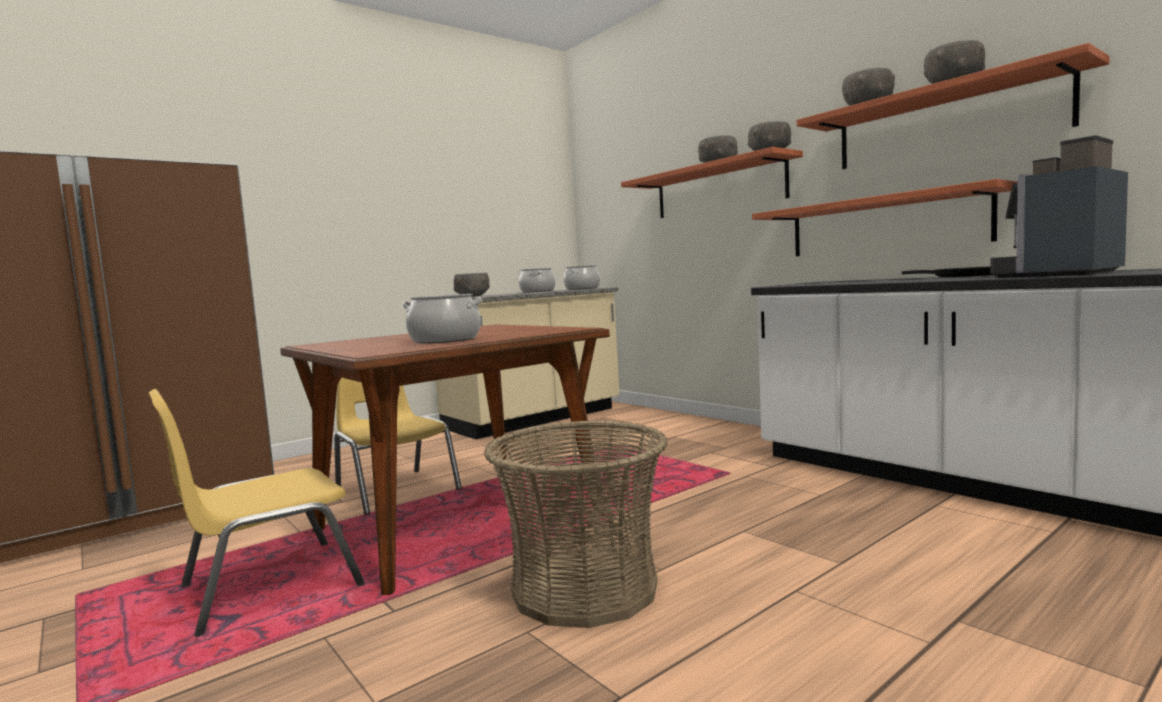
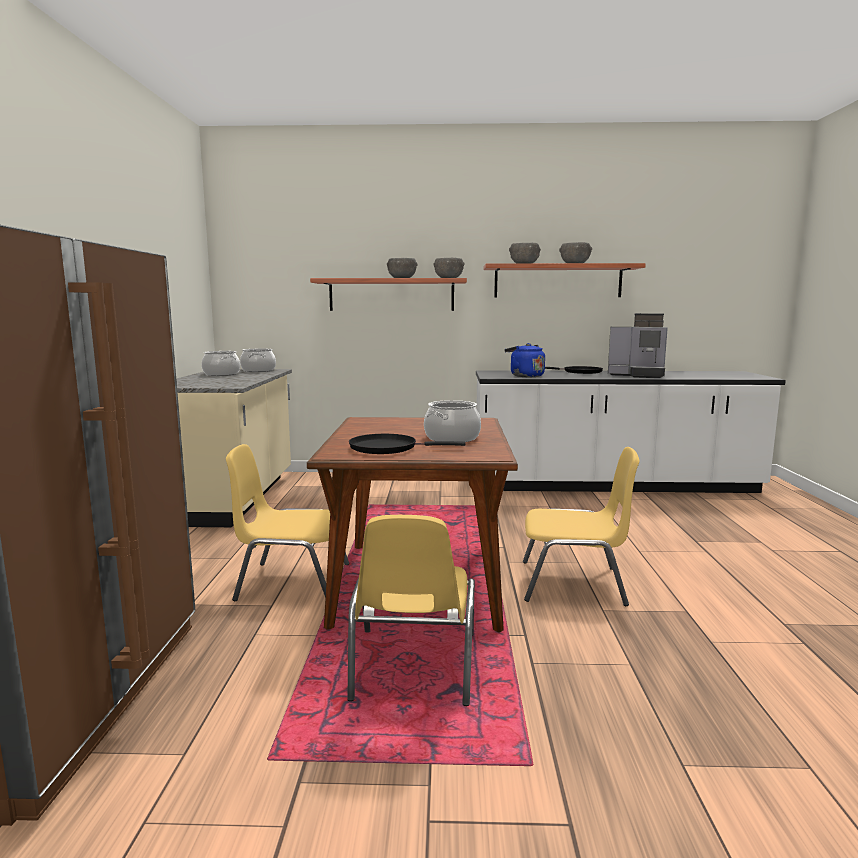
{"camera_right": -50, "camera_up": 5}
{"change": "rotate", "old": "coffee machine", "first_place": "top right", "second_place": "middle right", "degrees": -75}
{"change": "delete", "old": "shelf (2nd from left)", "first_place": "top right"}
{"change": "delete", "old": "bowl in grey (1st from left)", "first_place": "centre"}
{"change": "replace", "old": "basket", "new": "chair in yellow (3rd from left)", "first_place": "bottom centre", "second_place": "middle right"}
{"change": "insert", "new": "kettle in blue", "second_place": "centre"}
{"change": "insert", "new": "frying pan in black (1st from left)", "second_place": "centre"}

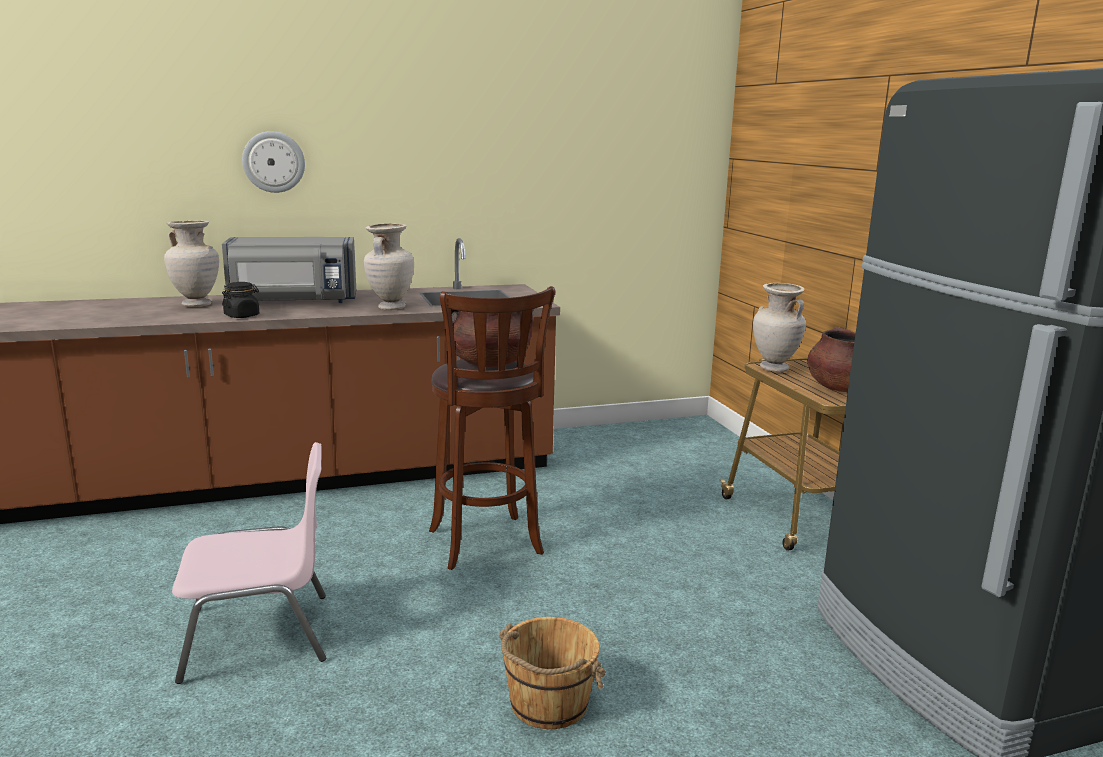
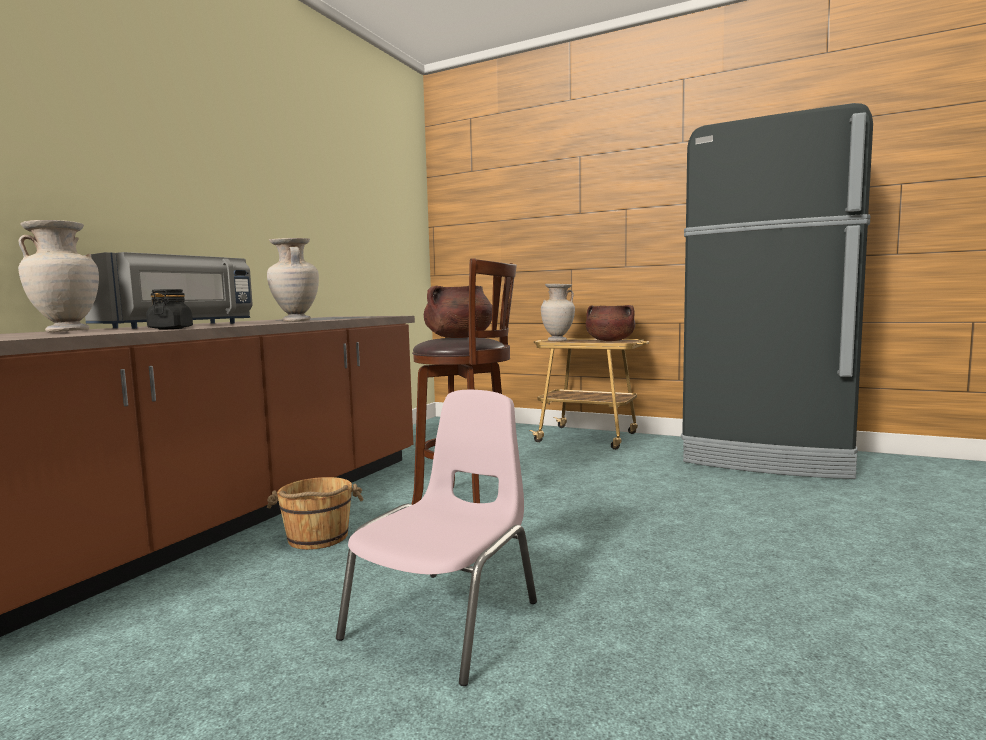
{"camera_right": -45, "camera_up": -10}
{"change": "delete", "old": "wall clock", "first_place": "top left"}
{"change": "move", "old": "bucket in brown", "first_place": "bottom centre", "second_place": "bottom left"}

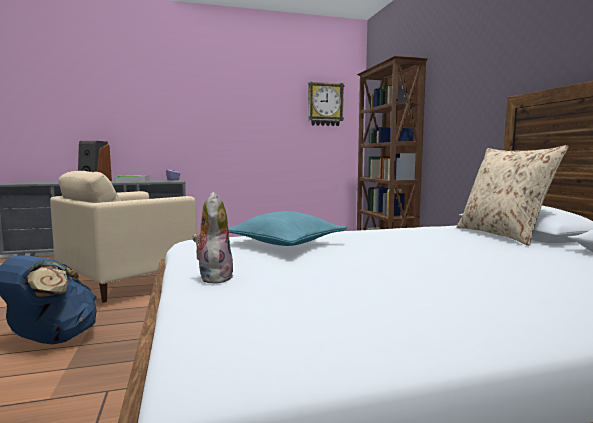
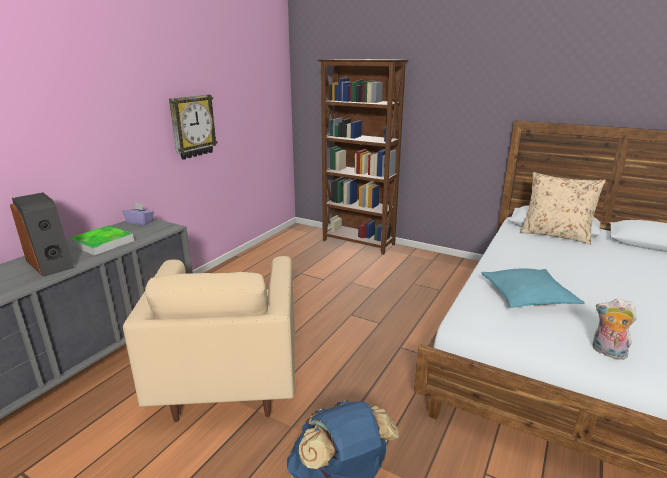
{"camera_right": -45, "camera_up": 15}
{"change": "move", "old": "wall clock", "first_place": "top centre", "second_place": "top left"}

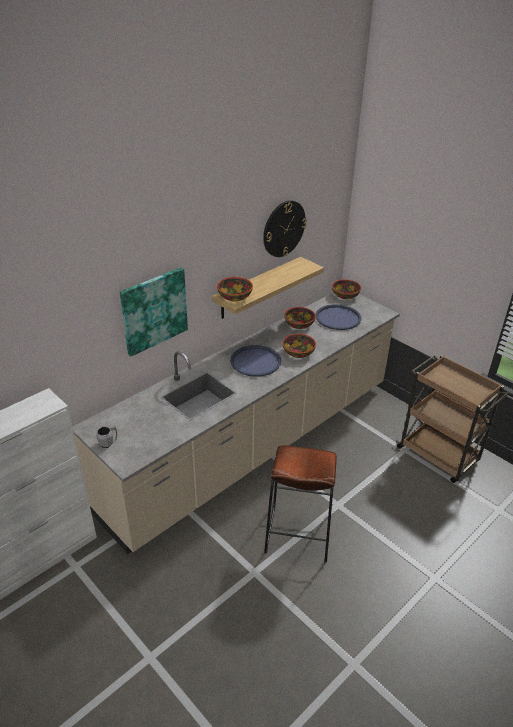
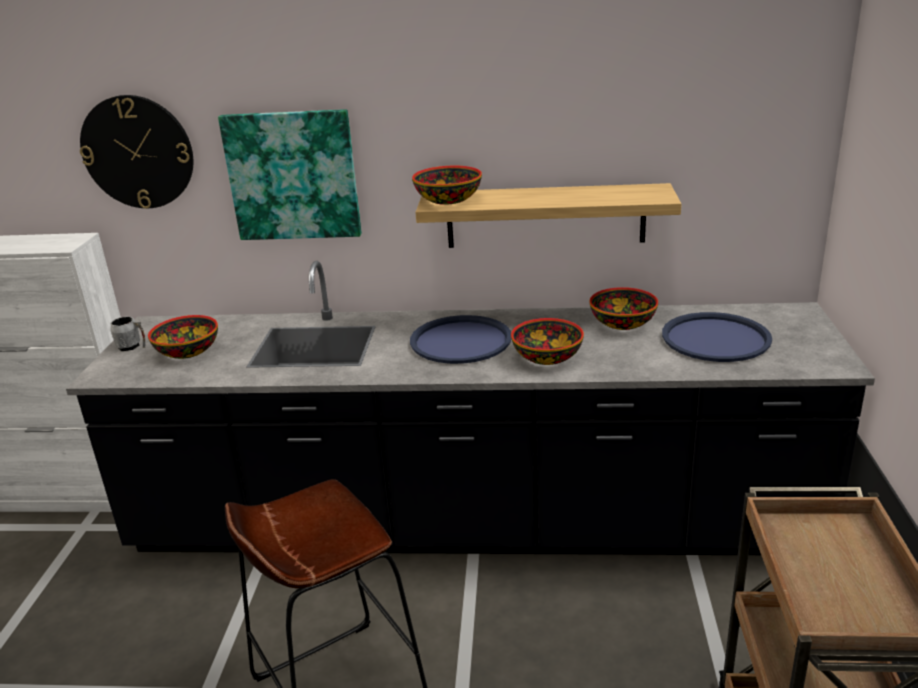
{"camera_right": 50, "camera_up": -10}
{"change": "move", "old": "wall clock", "first_place": "top centre", "second_place": "top left"}
{"change": "move", "old": "bowl (4th from left in the first image)", "new": "bowl (1st from left)", "first_place": "middle right", "second_place": "middle left"}
{"change": "recolor", "old": "counter in beige", "new": "counter in black", "first_place": "centre", "second_place": "centre"}

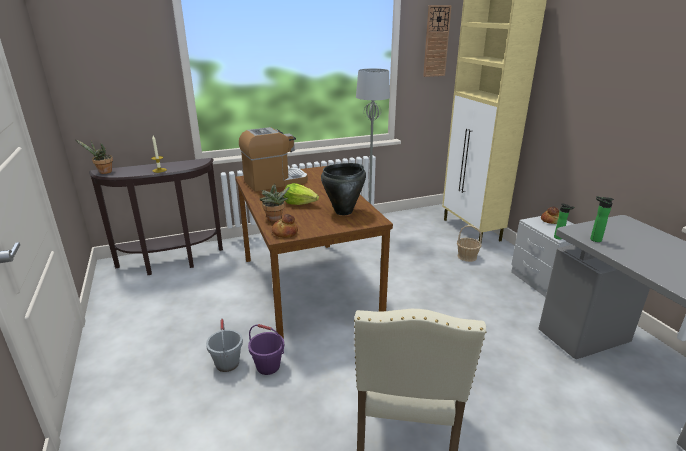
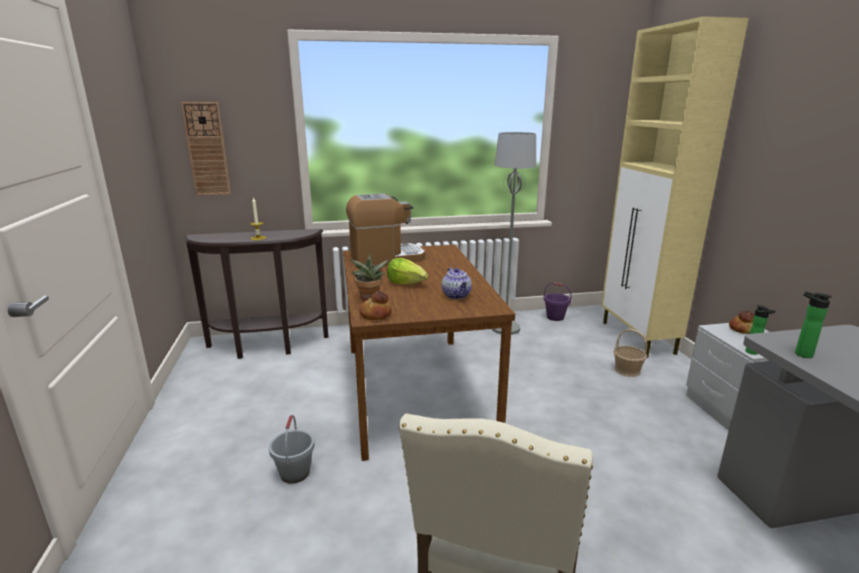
{"camera_right": 10, "camera_up": -5}
{"change": "move", "old": "wall clock", "first_place": "top centre", "second_place": "top left"}
{"change": "delete", "old": "potted plant (1st from left)", "first_place": "middle left"}
{"change": "replace", "old": "cooking pot in black", "new": "teapot", "first_place": "centre", "second_place": "centre"}
{"change": "move", "old": "bucket in purple", "first_place": "bottom centre", "second_place": "centre"}

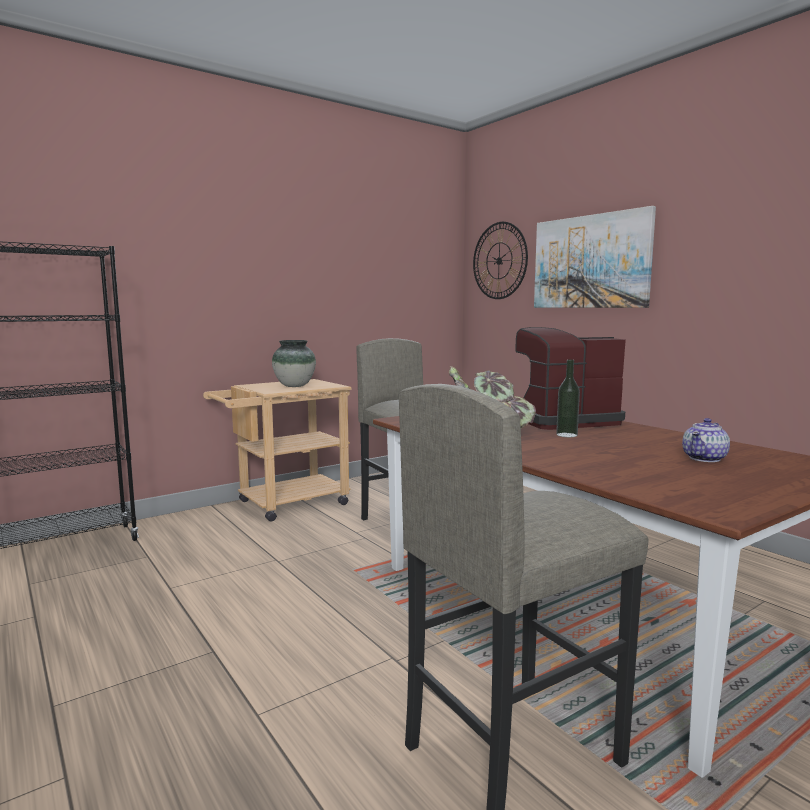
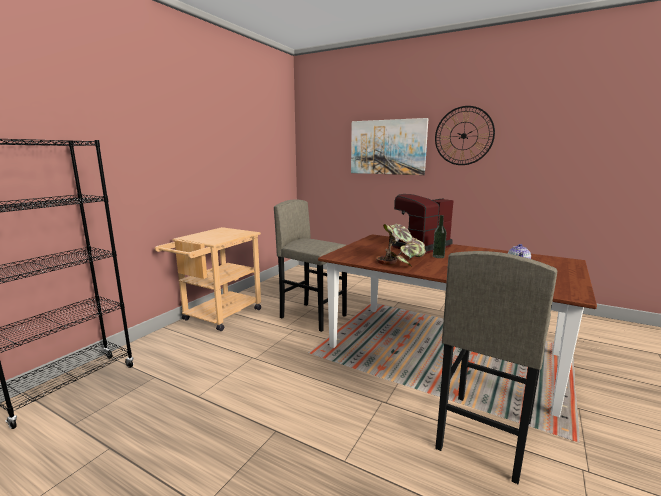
{"camera_right": -25, "camera_up": 5}
{"change": "move", "old": "wall clock", "first_place": "top centre", "second_place": "top right"}
{"change": "delete", "old": "vase", "first_place": "centre"}

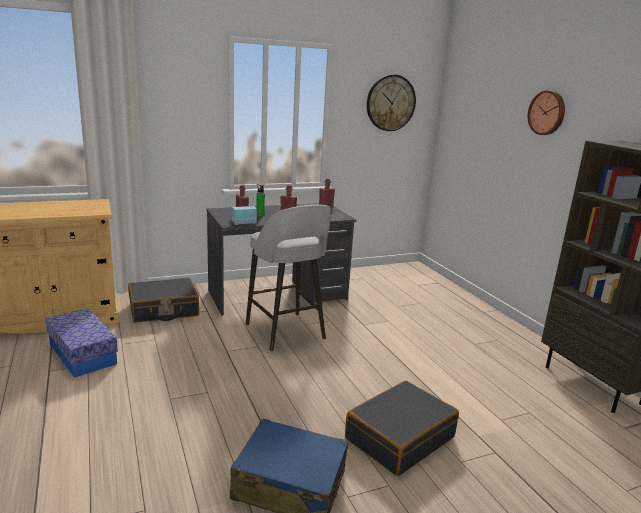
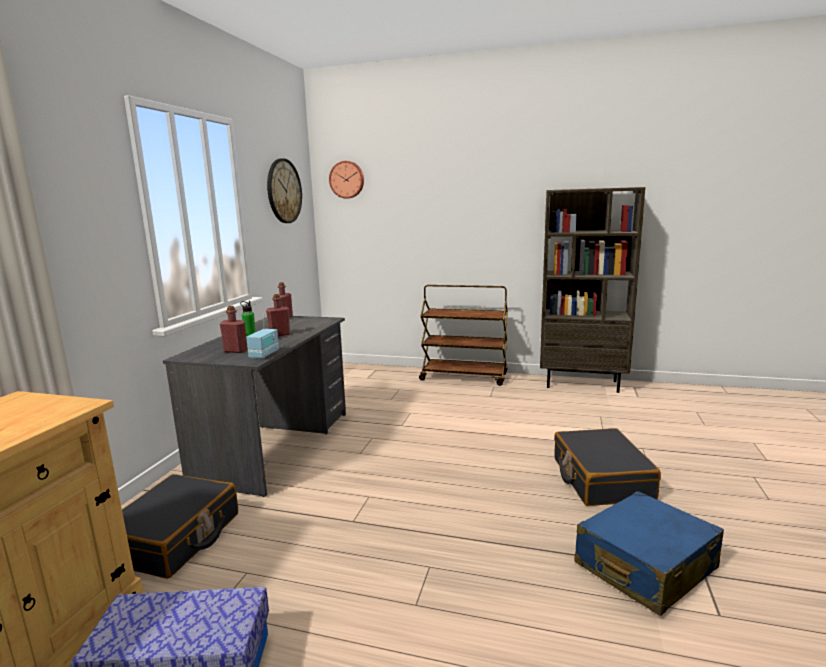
{"camera_right": -50, "camera_up": -5}
{"change": "move", "old": "wall clock (2nd from left)", "first_place": "top right", "second_place": "top centre"}
{"change": "delete", "old": "stool in grey", "first_place": "centre"}
{"change": "insert", "new": "cart in brown", "second_place": "centre"}

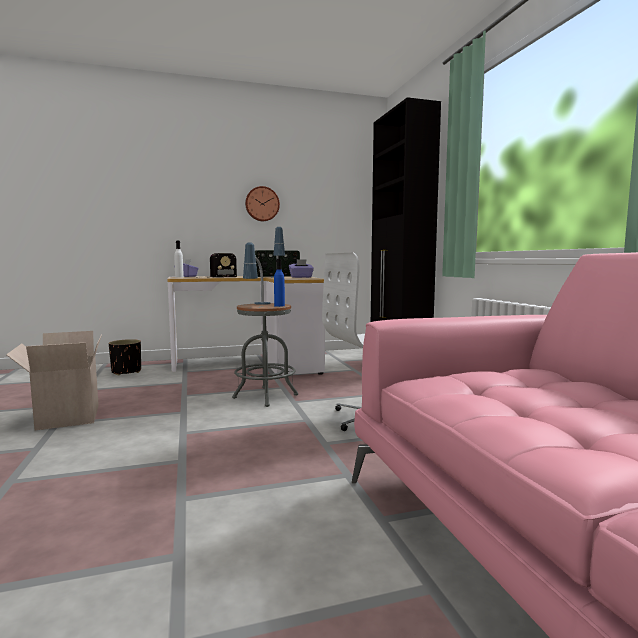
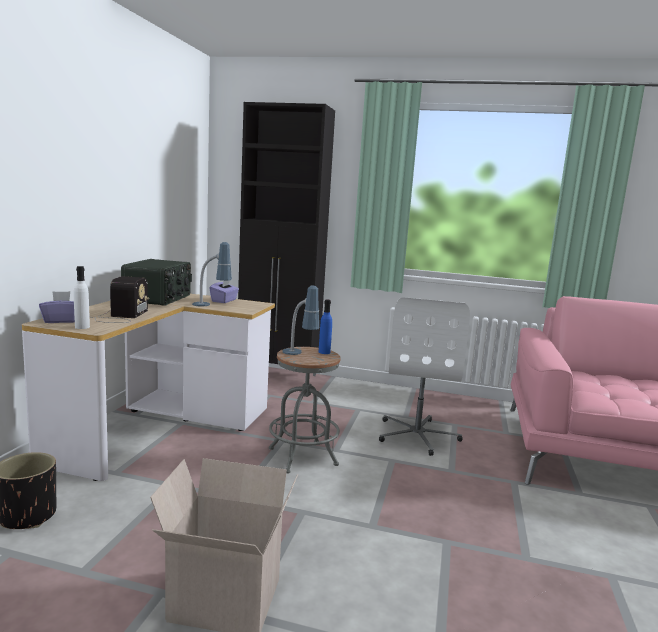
{"camera_right": -60, "camera_up": 5}
{"change": "delete", "old": "wall clock", "first_place": "top centre"}

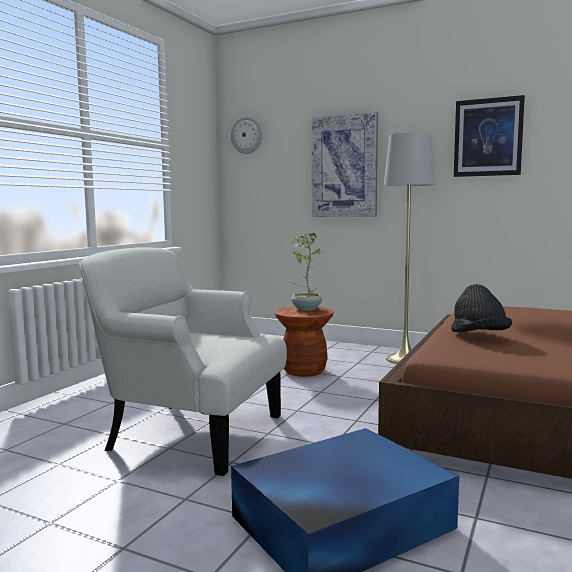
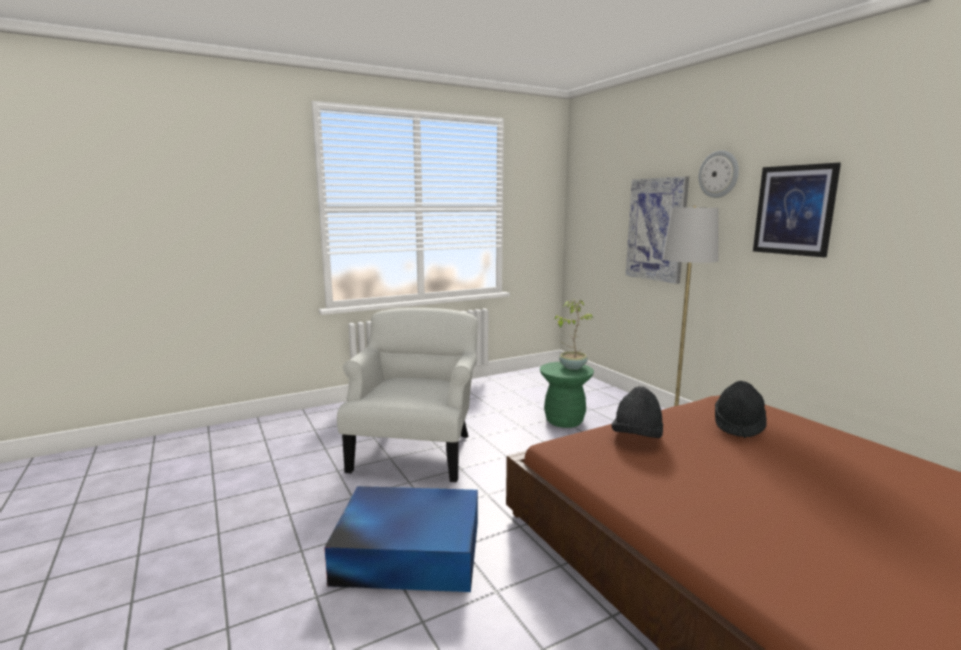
{"camera_right": 35, "camera_up": 5}
{"change": "move", "old": "wall clock", "first_place": "top centre", "second_place": "top right"}
{"change": "rotate", "old": "armchair in white", "first_place": "middle left", "second_place": "centre", "degrees": 45}
{"change": "recolor", "old": "stool in brown", "new": "stool in green", "first_place": "centre", "second_place": "centre"}
{"change": "insert", "new": "hat in black (2nd from left)", "second_place": "middle right"}

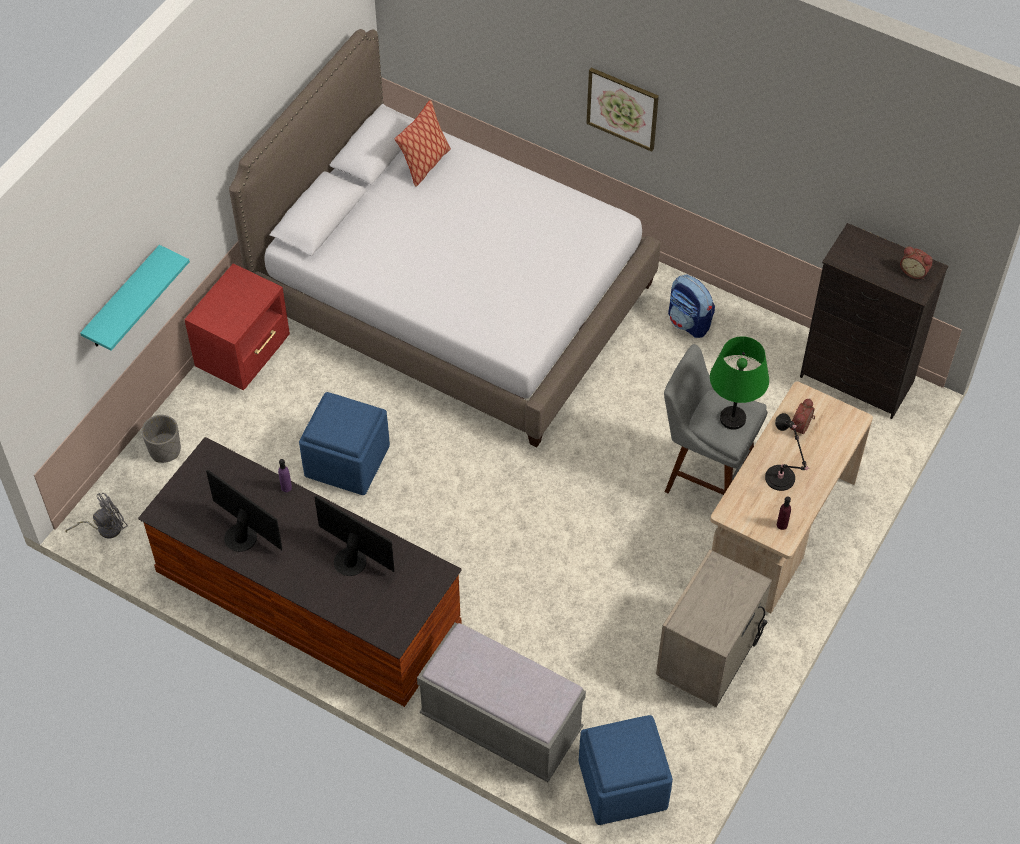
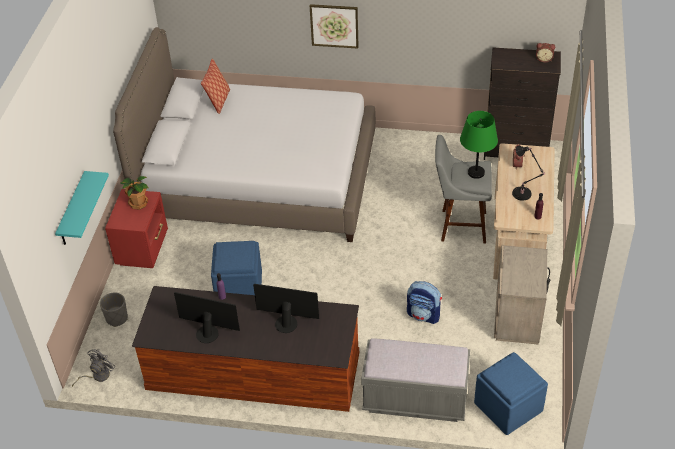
{"camera_right": -20, "camera_up": -10}
{"change": "move", "old": "backpack", "first_place": "middle right", "second_place": "bottom centre"}
{"change": "insert", "new": "potted plant", "second_place": "middle left"}

